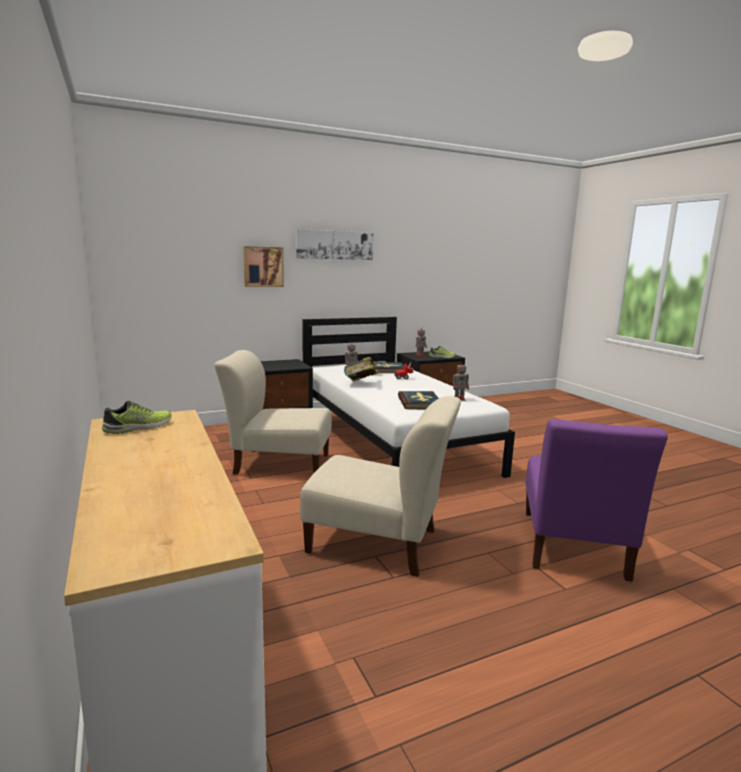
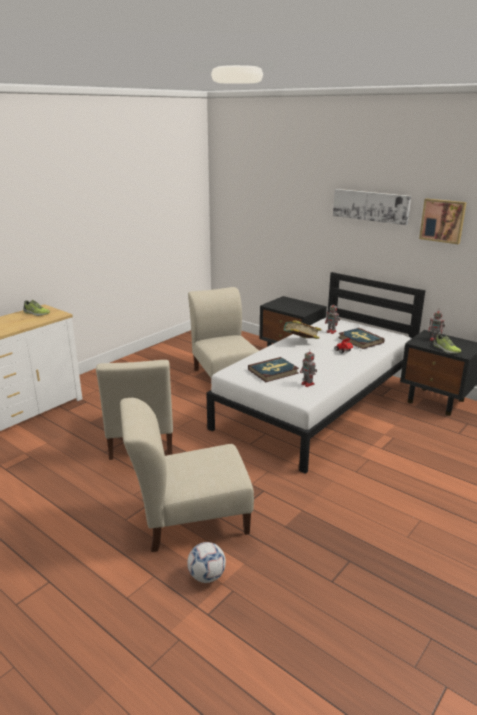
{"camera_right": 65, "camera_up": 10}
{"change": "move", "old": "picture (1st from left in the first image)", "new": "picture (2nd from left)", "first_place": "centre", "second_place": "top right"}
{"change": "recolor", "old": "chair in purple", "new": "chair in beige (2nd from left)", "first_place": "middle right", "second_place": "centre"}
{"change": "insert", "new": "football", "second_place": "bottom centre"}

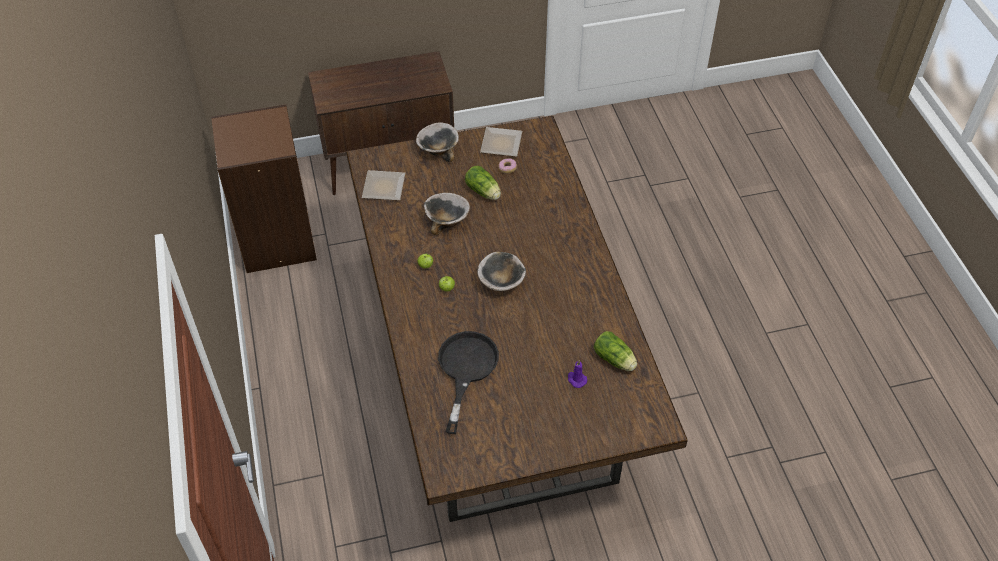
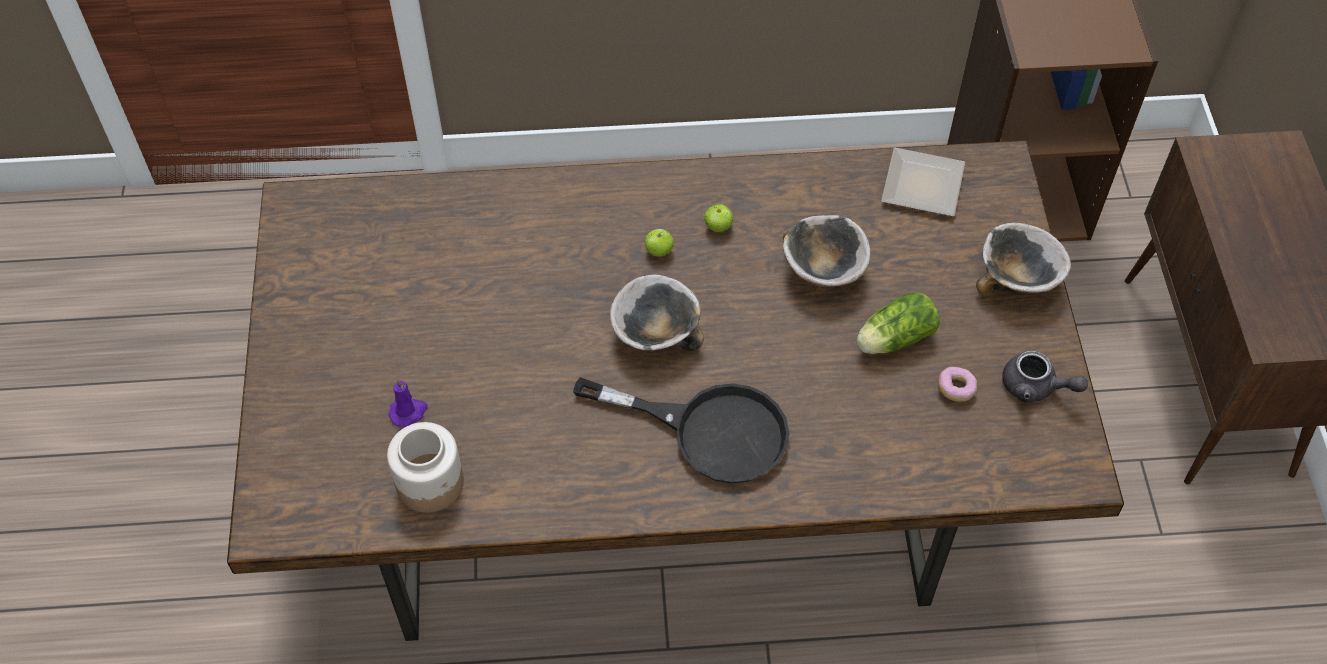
{"camera_right": 100, "camera_up": 5}
{"change": "replace", "old": "plate (2nd from left)", "new": "teapot in grey", "first_place": "top centre", "second_place": "middle right"}
{"change": "move", "old": "frying pan in black", "first_place": "bottom centre", "second_place": "centre"}
{"change": "replace", "old": "lettuce (2nd from left)", "new": "jar", "first_place": "centre", "second_place": "bottom left"}

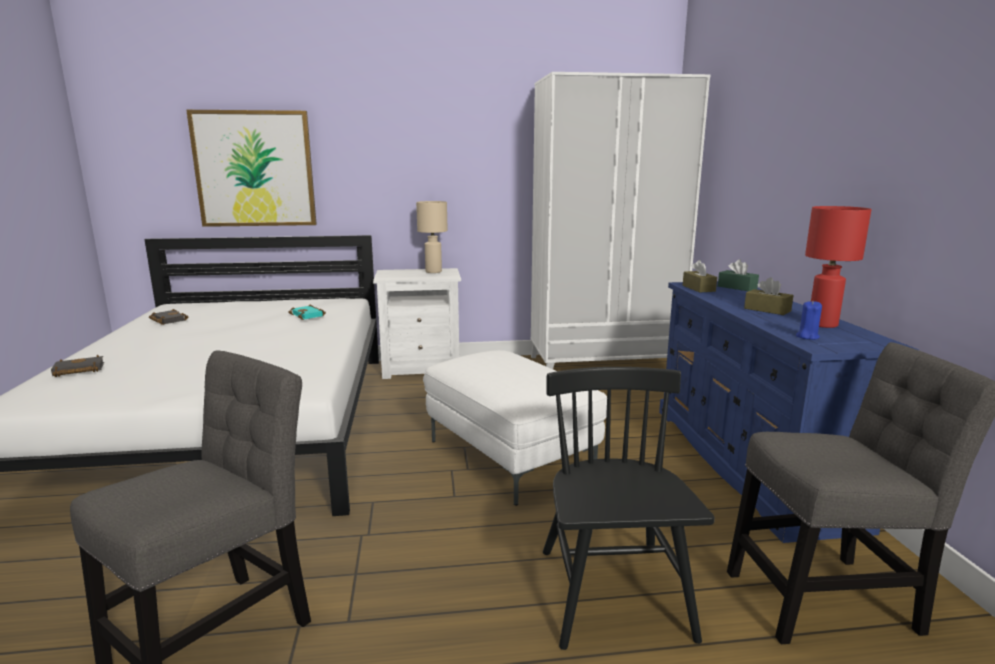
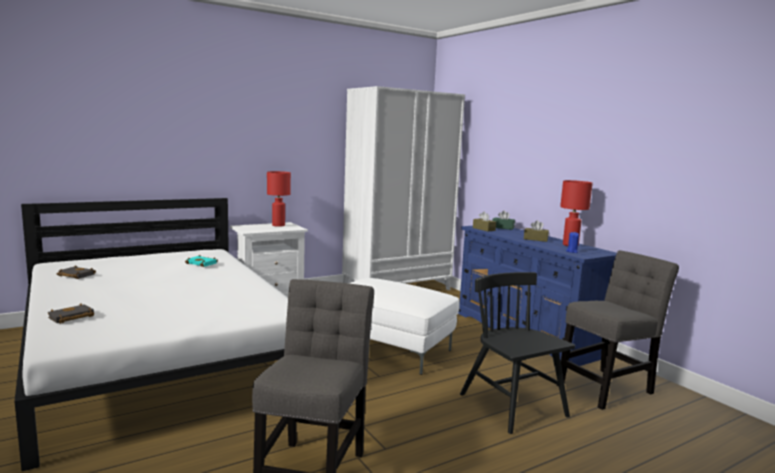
{"camera_right": -25, "camera_up": -5}
{"change": "delete", "old": "picture", "first_place": "top left"}
{"change": "recolor", "old": "table lamp in beige", "new": "table lamp in red (1st from left)", "first_place": "centre", "second_place": "centre"}

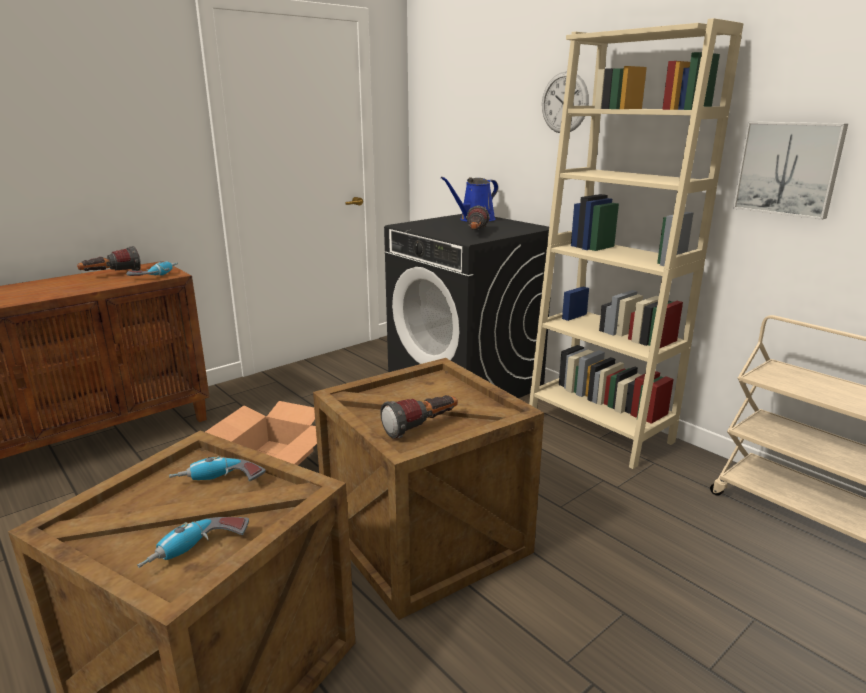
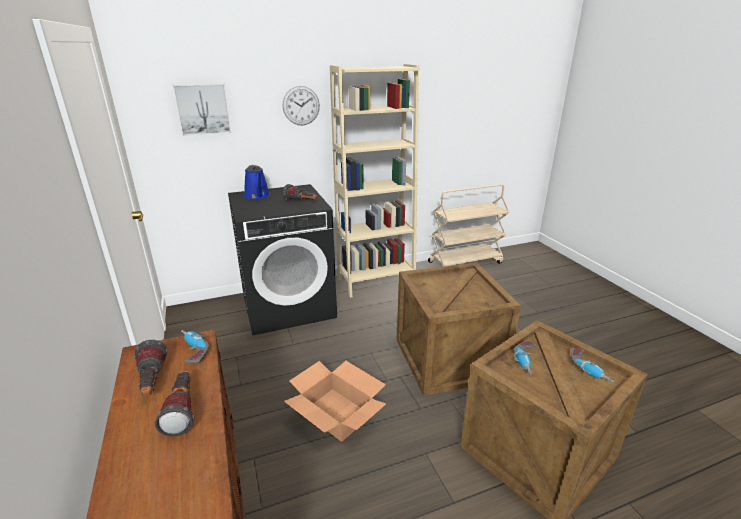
{"camera_right": -70, "camera_up": 5}
{"change": "move", "old": "picture", "first_place": "top right", "second_place": "top left"}
{"change": "move", "old": "flashlight (2nd from left)", "first_place": "centre", "second_place": "bottom left"}

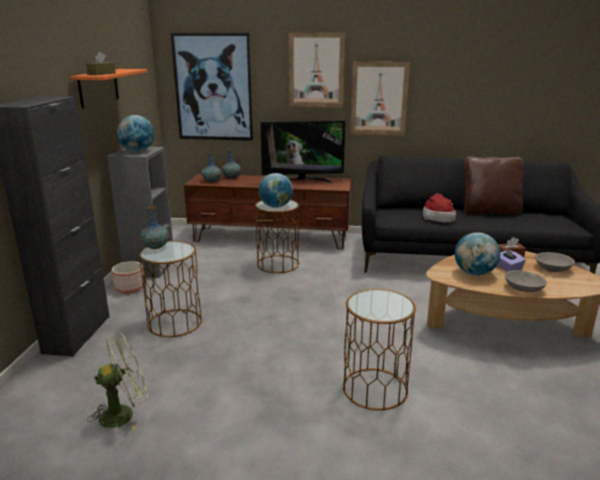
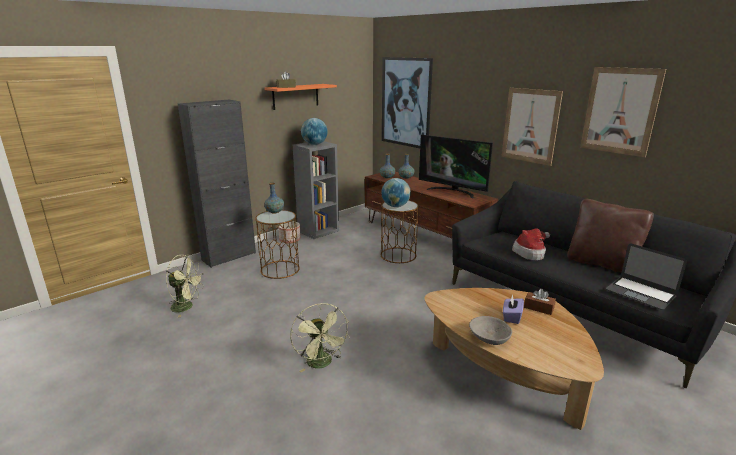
{"camera_right": 40, "camera_up": 0}
{"change": "move", "old": "picture (2nd from left in the first image)", "new": "picture (3rd from left)", "first_place": "top centre", "second_place": "top right"}
{"change": "delete", "old": "globe (3rd from left)", "first_place": "middle right"}
{"change": "delete", "old": "bowl in grey (2nd from left)", "first_place": "middle right"}
{"change": "replace", "old": "side table in brown (3rd from left)", "new": "fan in green (2nd from left)", "first_place": "bottom centre", "second_place": "bottom centre"}
{"change": "insert", "new": "laptop", "second_place": "middle right"}

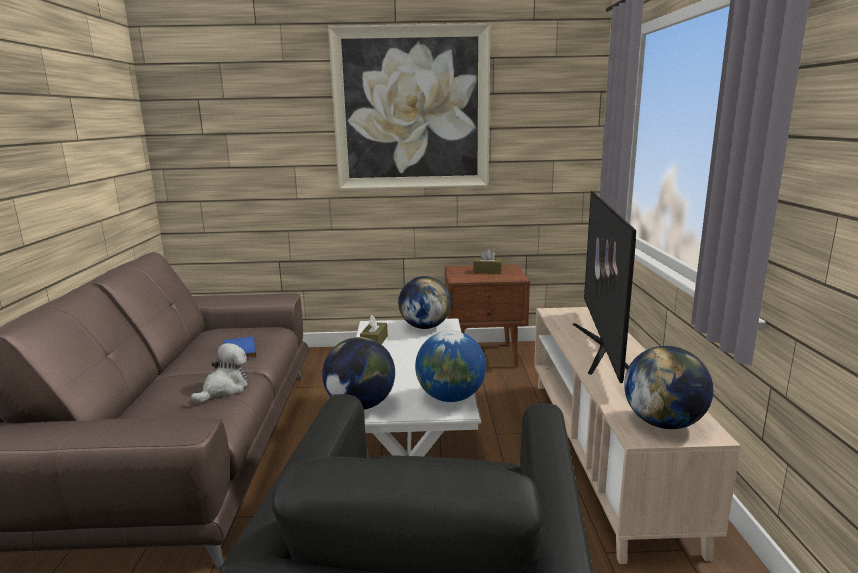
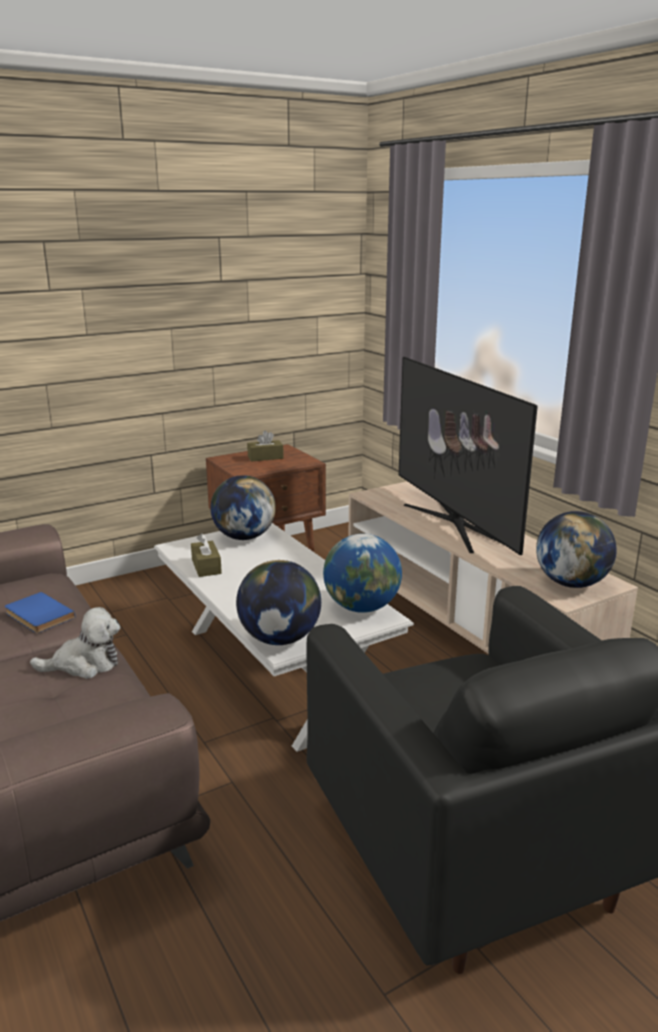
{"camera_right": -30, "camera_up": 5}
{"change": "delete", "old": "picture", "first_place": "top centre"}
{"change": "rotate", "old": "plush toy", "first_place": "middle left", "second_place": "middle left", "degrees": 75}

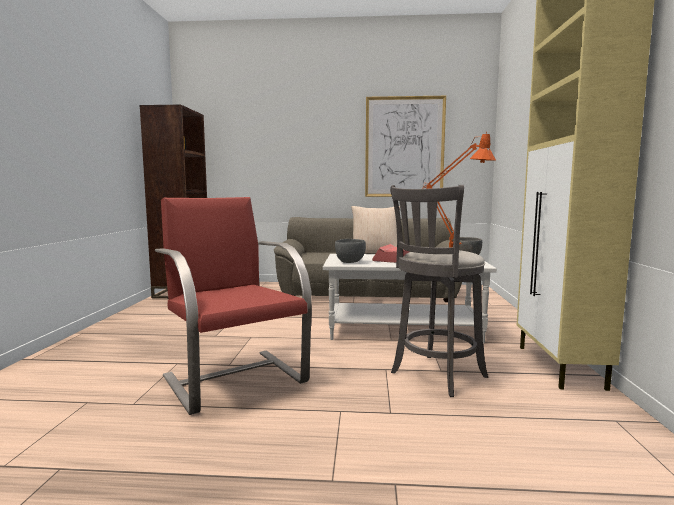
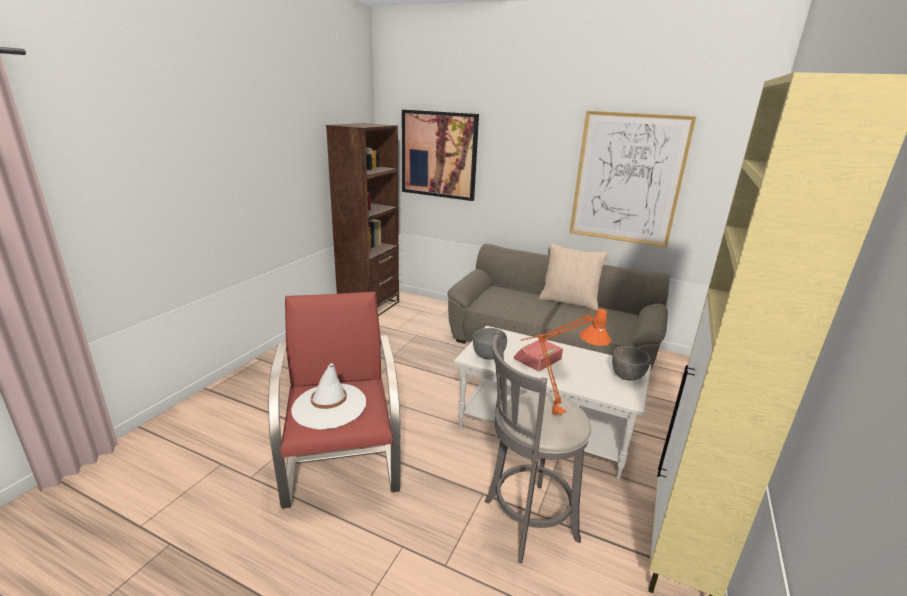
{"camera_right": 20, "camera_up": 15}
{"change": "insert", "new": "picture (1st from left)", "second_place": "top centre"}
{"change": "insert", "new": "hat in white", "second_place": "centre"}

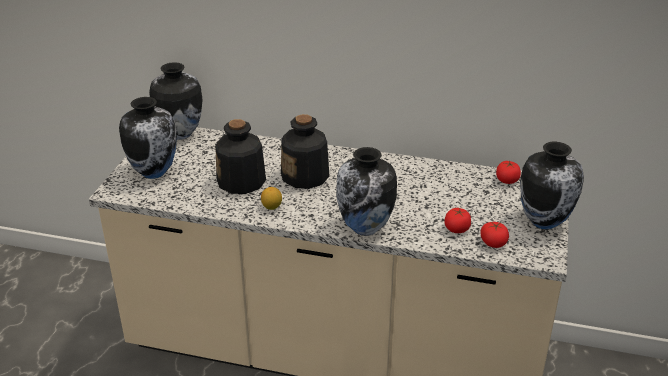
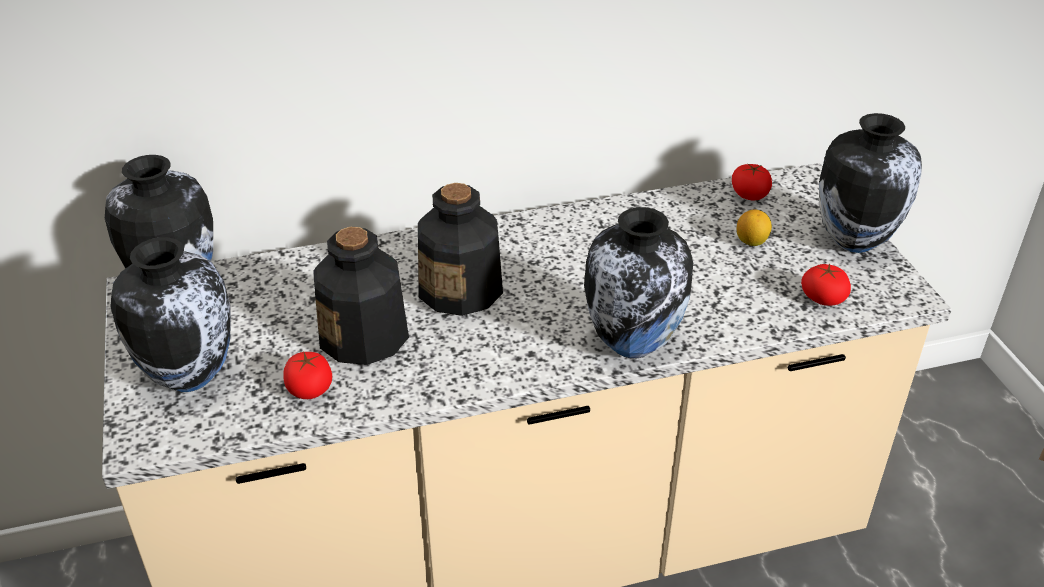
{"camera_right": -30, "camera_up": 5}
{"change": "move", "old": "lemon", "first_place": "centre", "second_place": "middle right"}
{"change": "move", "old": "tomato (1st from left)", "first_place": "middle right", "second_place": "middle left"}

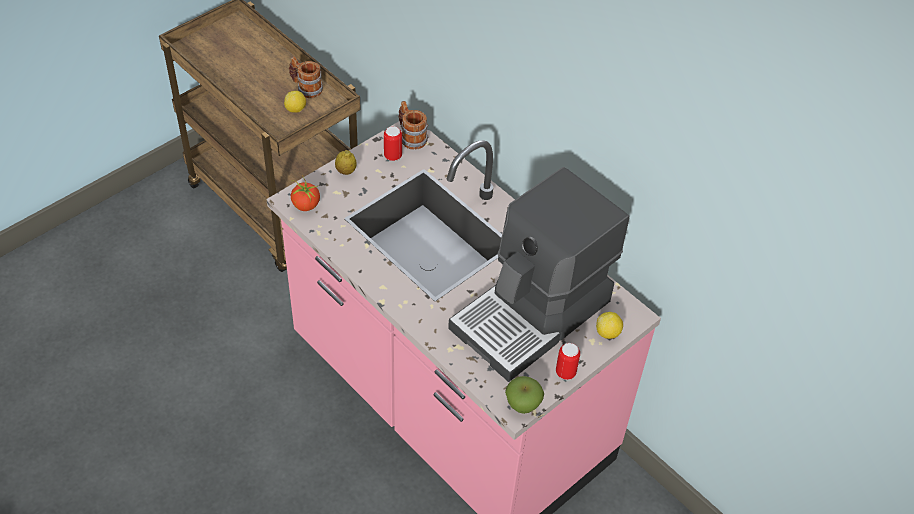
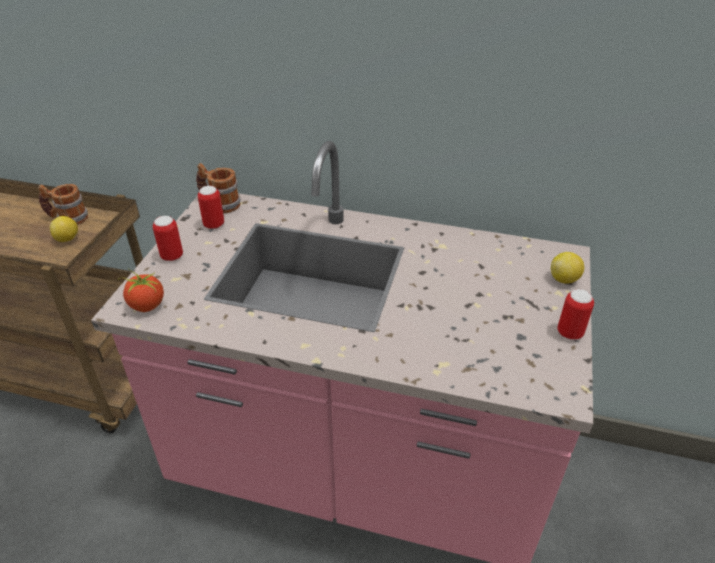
{"camera_right": -30, "camera_up": -10}
{"change": "replace", "old": "lemon (2nd from left)", "new": "can (1st from left)", "first_place": "top centre", "second_place": "middle left"}
{"change": "delete", "old": "coffee machine", "first_place": "centre"}
{"change": "delete", "old": "apple", "first_place": "bottom centre"}

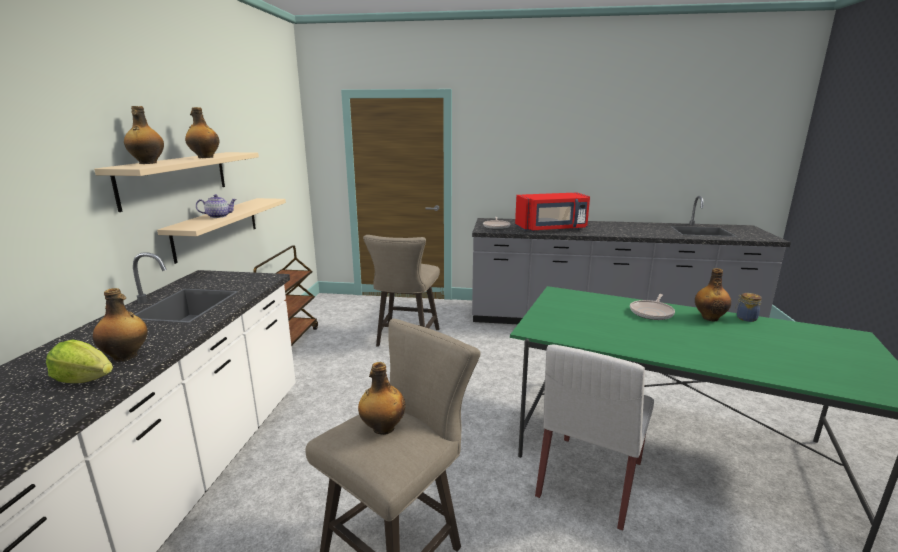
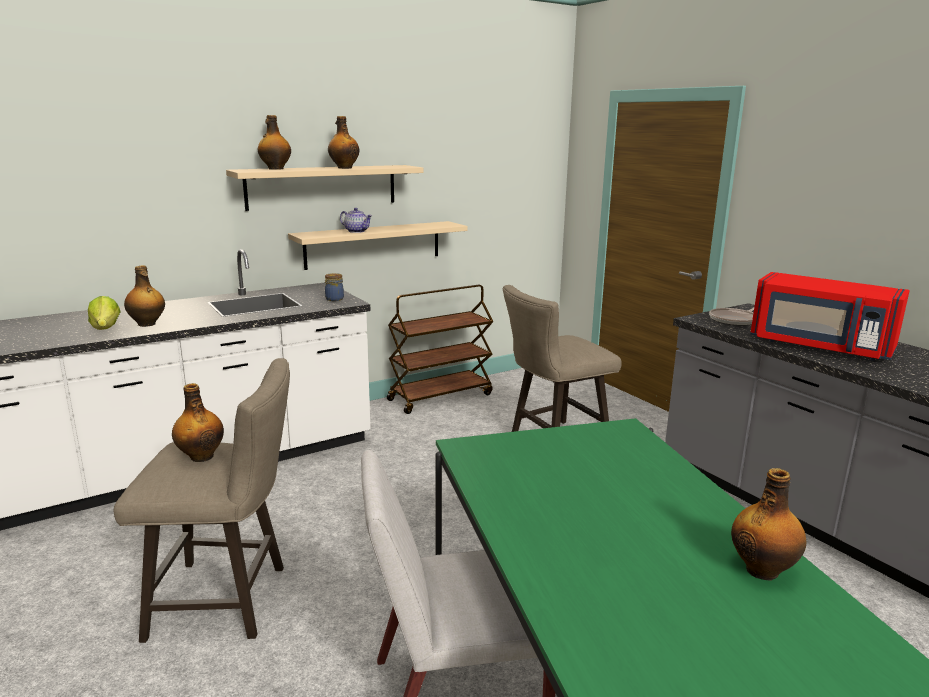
{"camera_right": 50, "camera_up": 0}
{"change": "move", "old": "jar", "first_place": "middle right", "second_place": "centre"}
{"change": "delete", "old": "frying pan (2nd from left)", "first_place": "middle right"}

